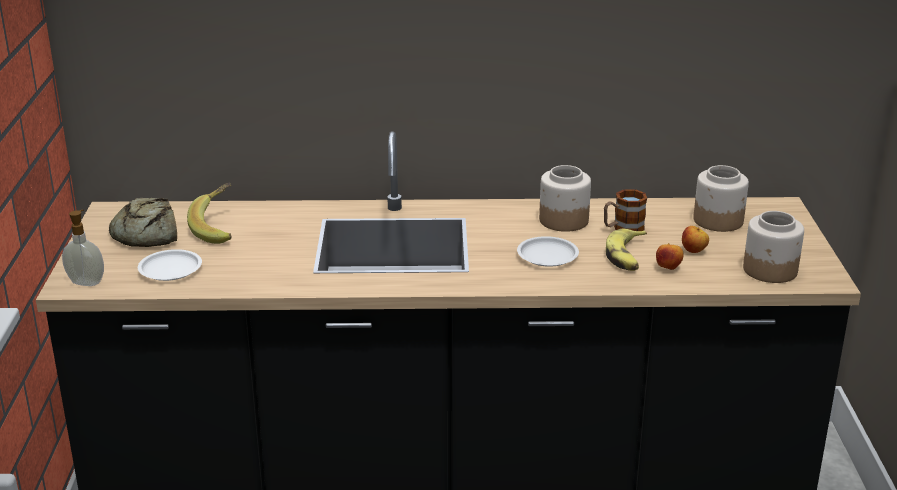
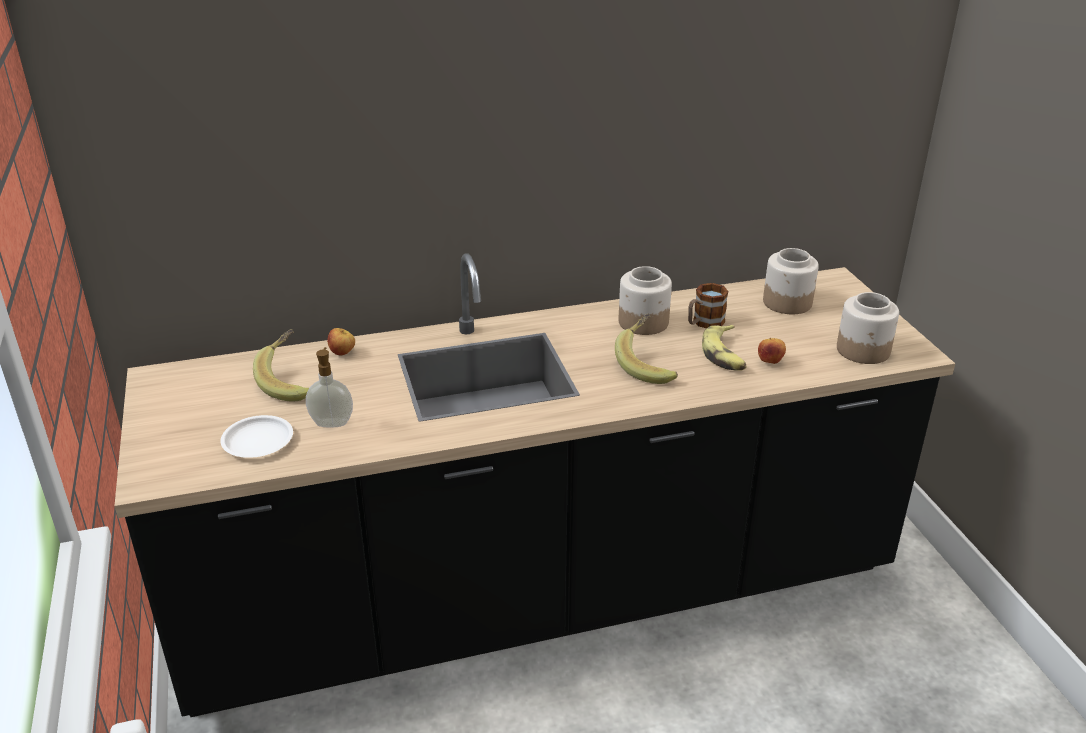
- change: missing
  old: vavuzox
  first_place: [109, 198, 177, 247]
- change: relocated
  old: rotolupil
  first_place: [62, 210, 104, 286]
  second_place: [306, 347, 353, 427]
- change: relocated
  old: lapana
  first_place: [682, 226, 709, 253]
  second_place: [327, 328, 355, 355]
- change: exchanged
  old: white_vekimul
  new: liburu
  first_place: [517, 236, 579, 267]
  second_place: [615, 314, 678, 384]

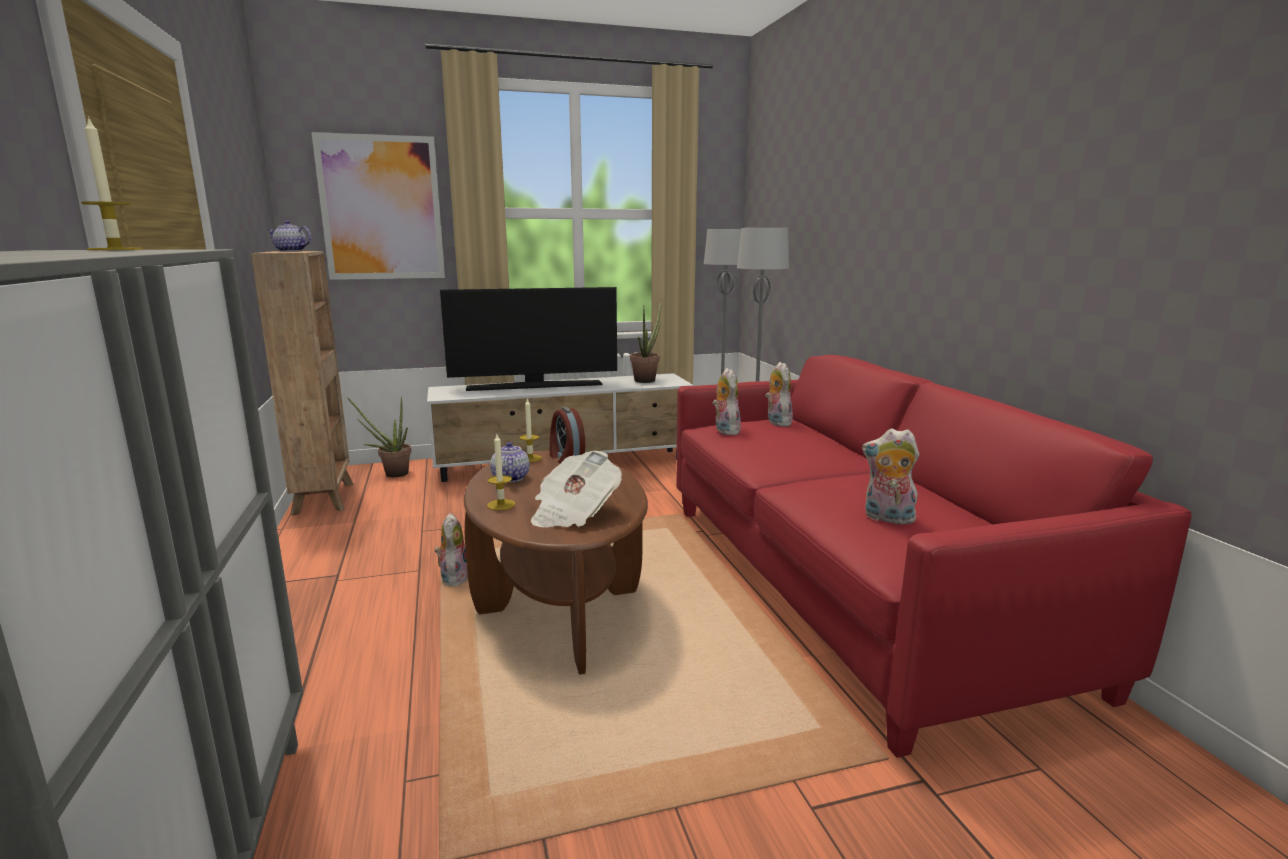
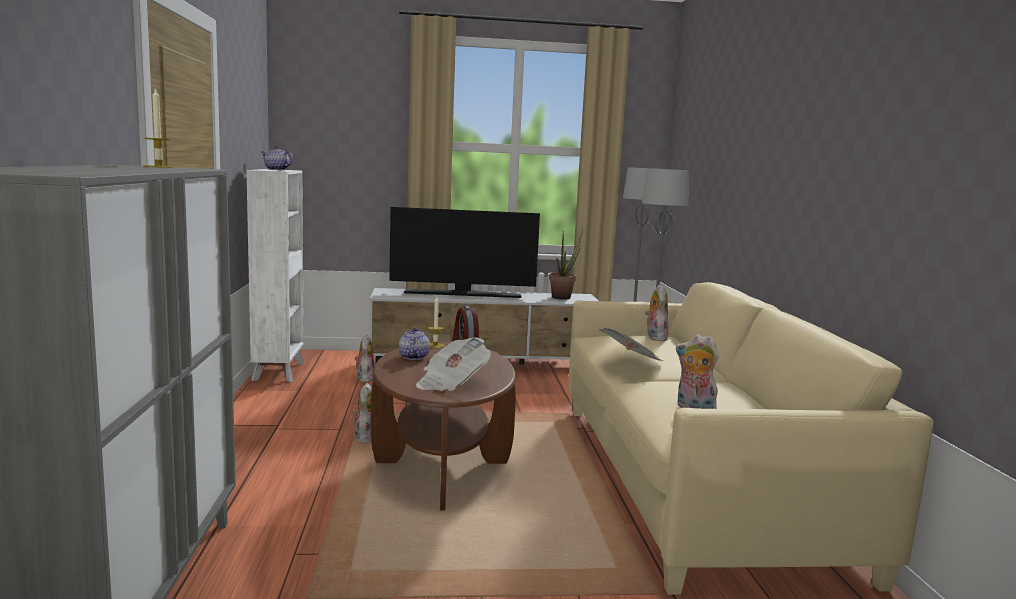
- change: missing
  old: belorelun
  first_place: [311, 132, 445, 280]
- change: missing
  old: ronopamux
  first_place: [347, 396, 411, 477]
- change: missing
  old: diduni
  first_place: [487, 434, 515, 510]
- change: appeared
  new: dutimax
  second_place: [599, 328, 663, 361]
- change: relocated
  old: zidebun
  first_place: [713, 368, 741, 435]
  second_place: [355, 335, 374, 382]
- change: colour
  old: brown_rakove
  new: white_rakove
  first_place: [251, 251, 354, 516]
  second_place: [246, 169, 304, 382]
- change: colour
  old: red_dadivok
  new: beige_dadivok
  first_place: [676, 355, 1192, 758]
  second_place: [568, 282, 934, 595]

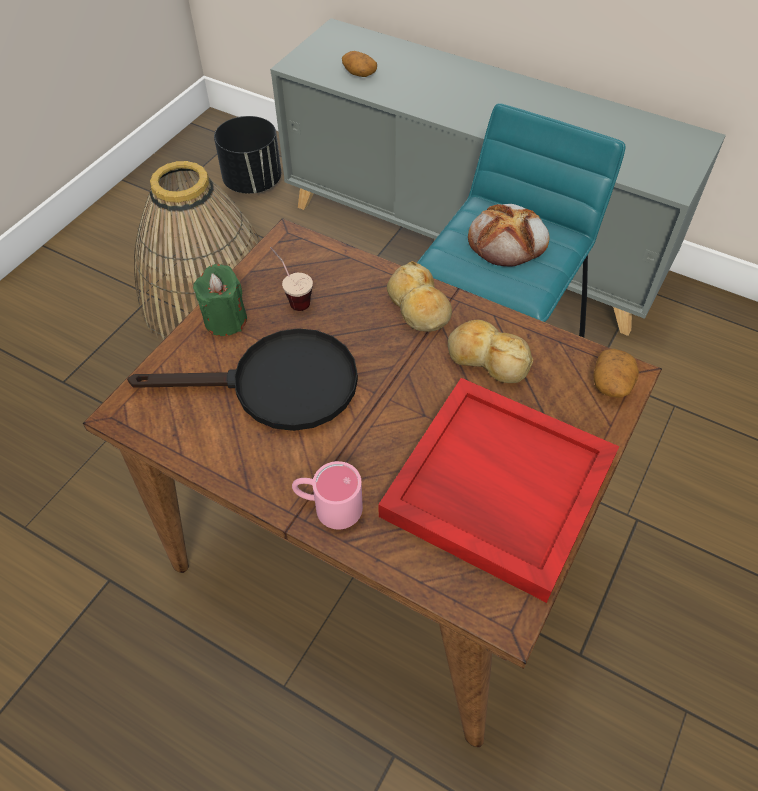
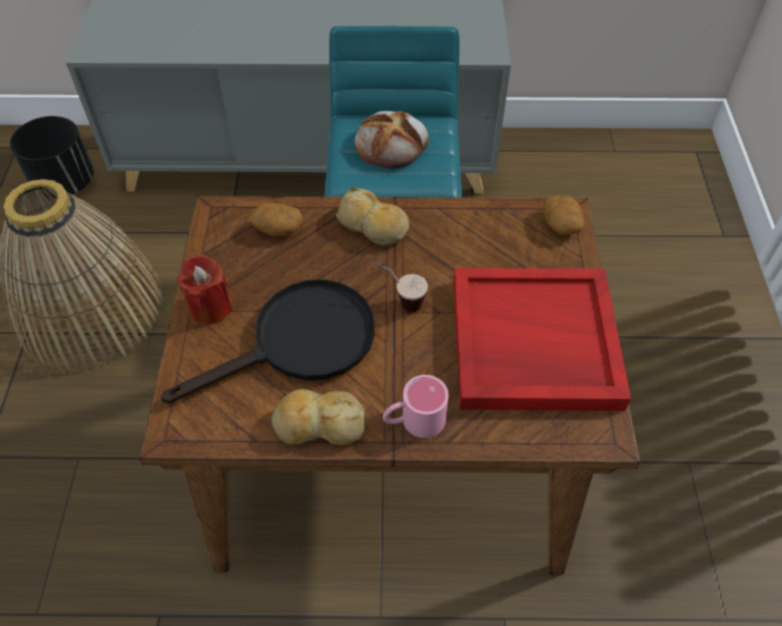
- change: relocated
  old: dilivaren
  first_place: [270, 247, 313, 311]
  second_place: [373, 262, 428, 312]
- change: relocated
  old: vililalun
  first_place: [342, 51, 377, 77]
  second_place: [250, 203, 303, 237]
- change: relocated
  old: vavuzox
  first_place: [448, 320, 533, 383]
  second_place: [272, 389, 365, 445]
- change: colour
  old: green_diduni
  new: red_diduni
  first_place: [193, 264, 247, 336]
  second_place: [176, 254, 233, 325]

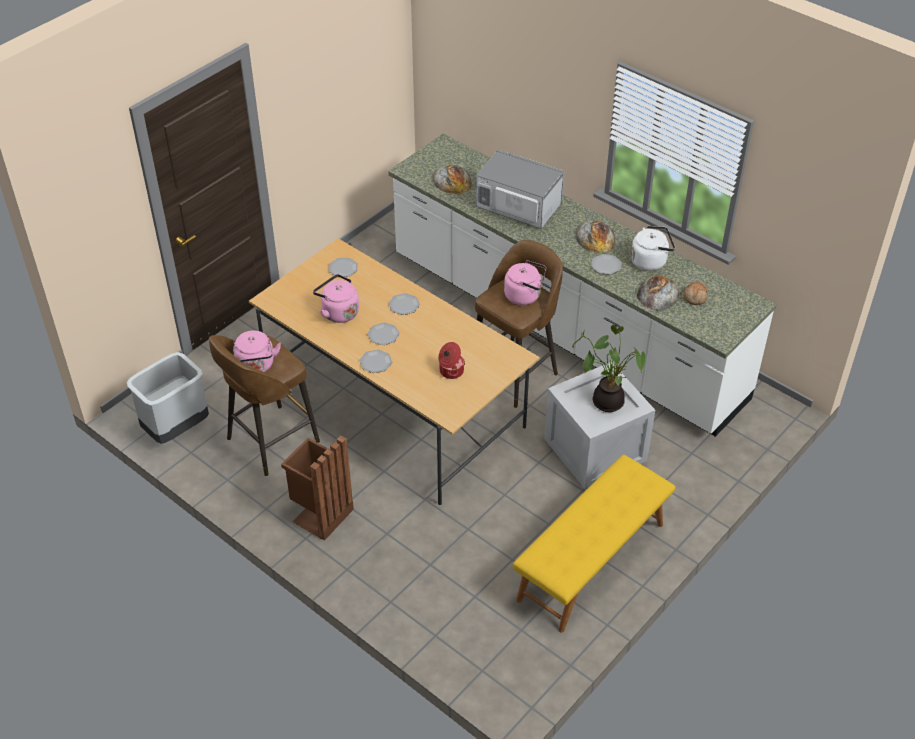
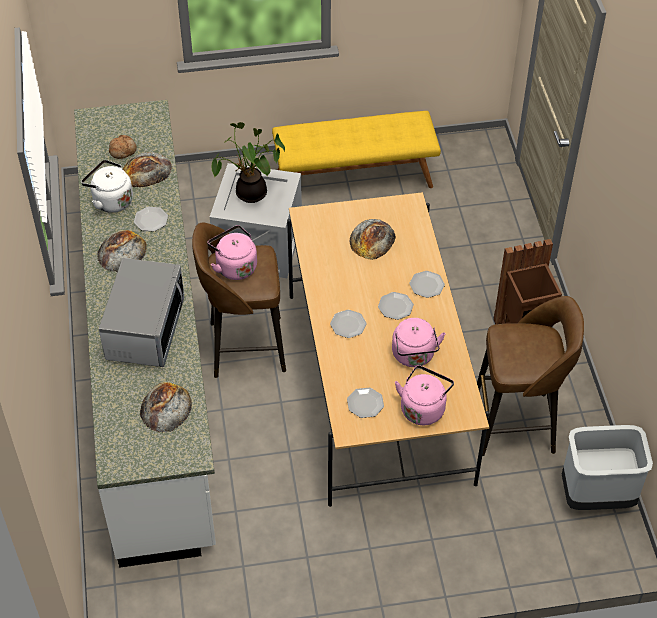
- change: relocated
  old: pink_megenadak
  first_place: [233, 330, 281, 372]
  second_place: [395, 365, 454, 425]
- change: exchanged
  old: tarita
  new: vavuzox
  first_place: [438, 342, 465, 379]
  second_place: [349, 219, 396, 260]
- change: spun
  old: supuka
  first_place: [476, 150, 564, 229]
  second_place: [99, 258, 184, 367]
  degrees: -150

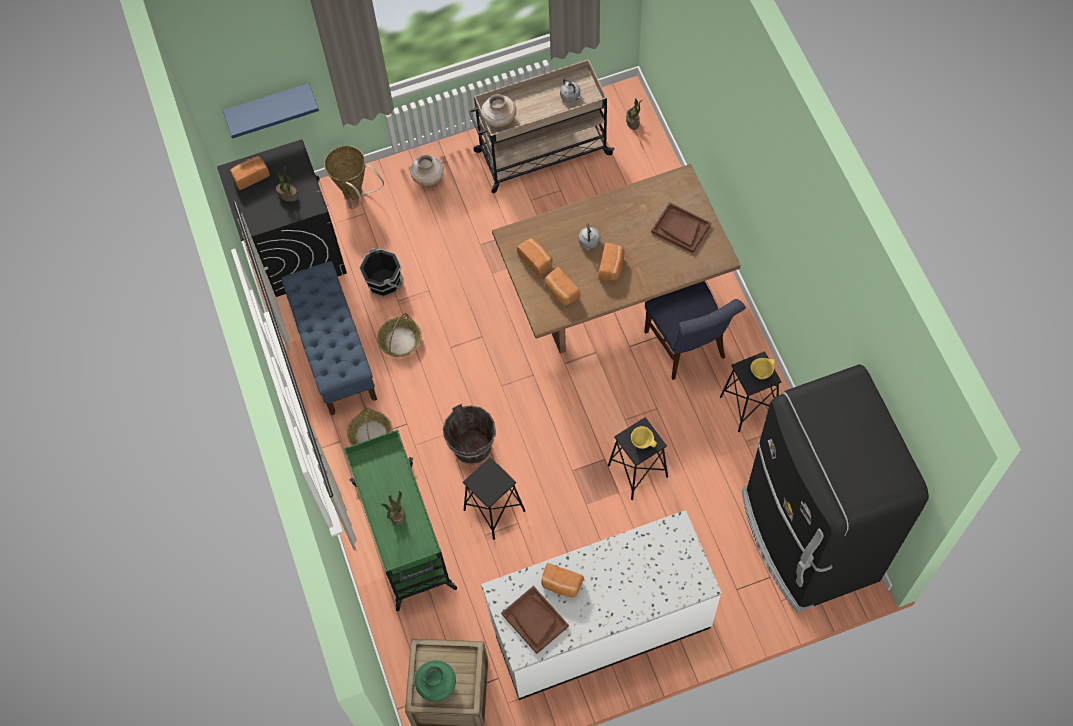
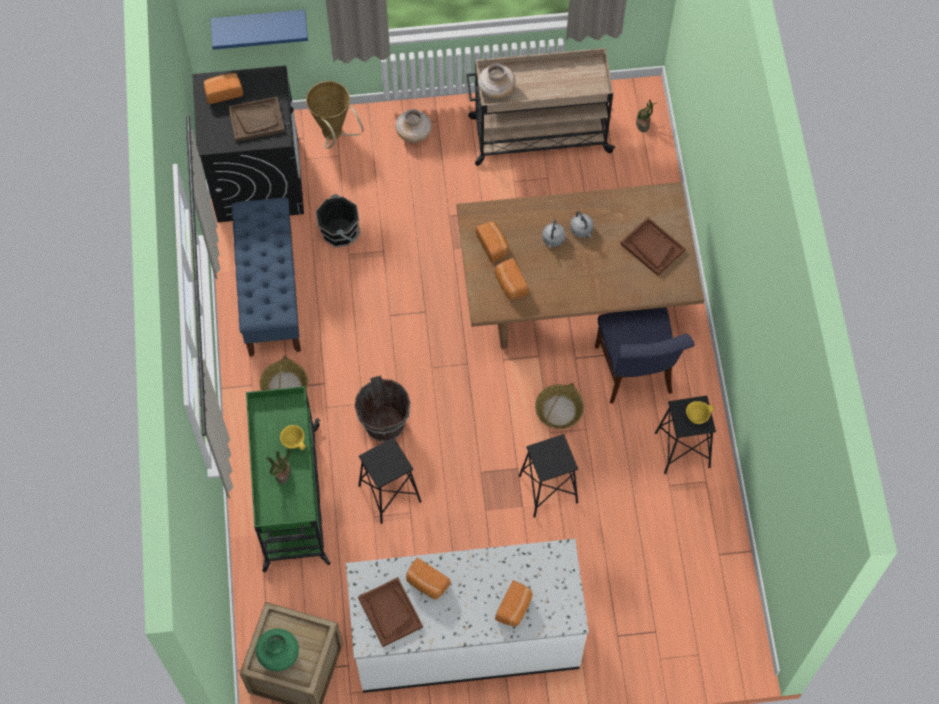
- change: missing
  old: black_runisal
  first_place: [742, 364, 929, 613]
- change: relocated
  old: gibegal
  first_place: [377, 313, 422, 357]
  second_place: [535, 383, 584, 429]
- change: relocated
  old: grey_megenadak
  first_place: [560, 78, 581, 102]
  second_place: [570, 211, 593, 238]
- change: relocated
  old: vavuzox
  first_place: [599, 243, 625, 281]
  second_place: [495, 580, 532, 627]
- change: relocated
  old: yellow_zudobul
  first_place: [631, 426, 657, 449]
  second_place: [280, 425, 306, 450]
- change: exchanged
  old: ronopamux
  new: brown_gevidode
  first_place: [276, 166, 298, 202]
  second_place: [228, 97, 285, 141]

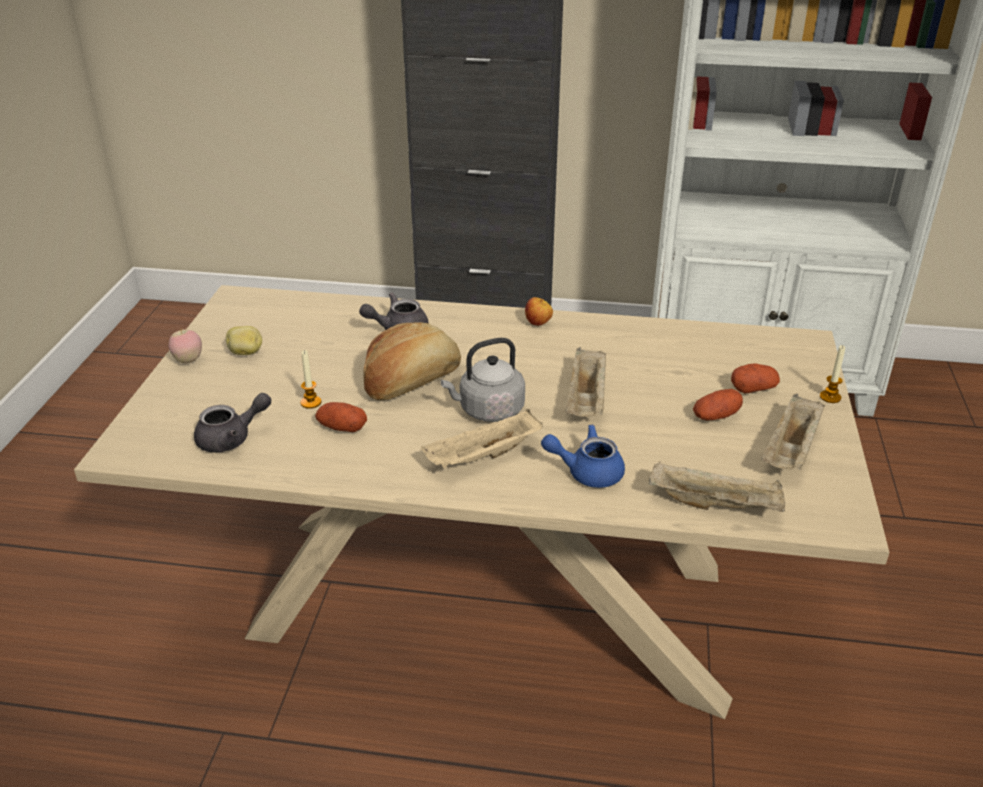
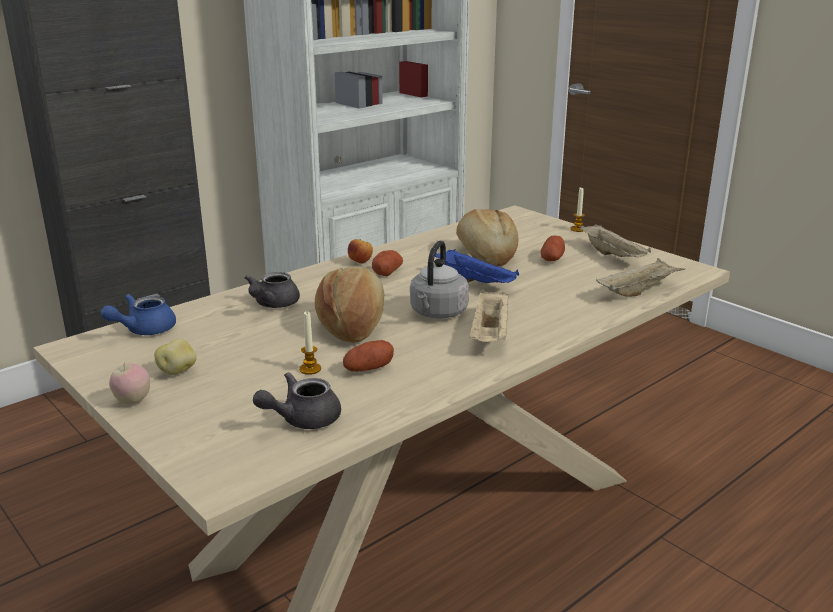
- change: appeared
  new: vavuzox
  second_place: [456, 209, 518, 267]
- change: relocated
  old: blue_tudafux
  first_place: [541, 425, 625, 488]
  second_place: [101, 294, 176, 335]
- change: relocated
  old: vililalun
  first_place: [731, 363, 780, 393]
  second_place: [372, 250, 403, 276]
- change: colour
  old: beige_gevidode
  new: blue_gevidode
  first_place: [566, 347, 606, 417]
  second_place: [435, 249, 519, 283]
- change: spun
  old: grey_tudafux
  first_place: [194, 393, 271, 453]
  second_place: [253, 372, 341, 429]
  degrees: -135

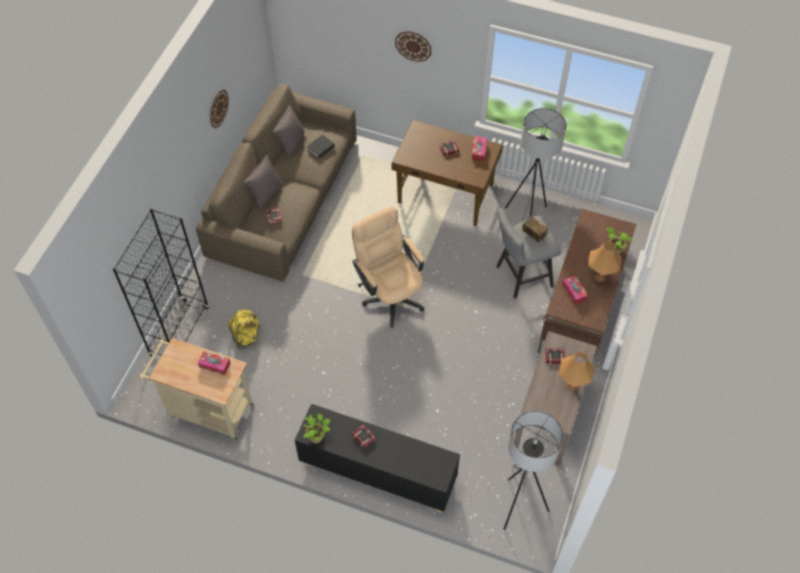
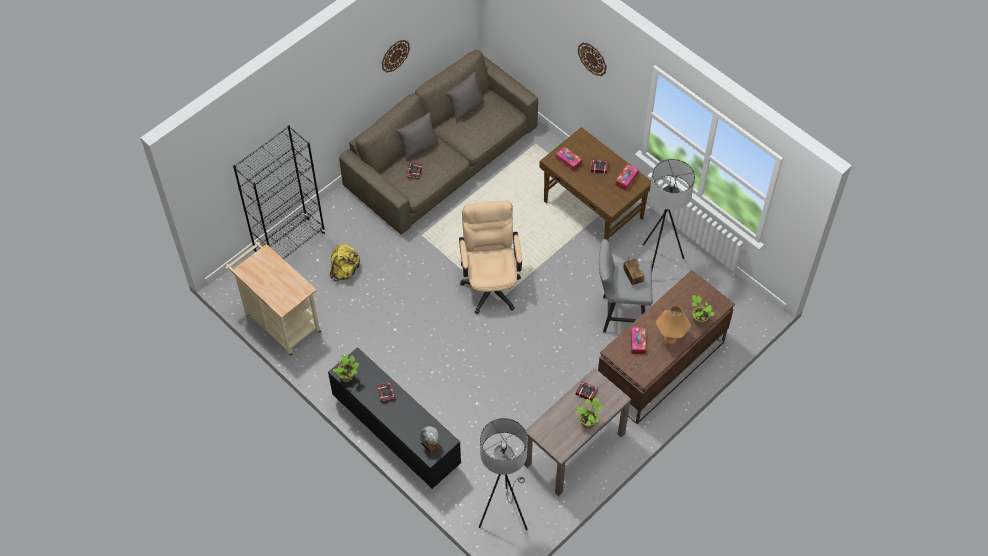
- change: missing
  old: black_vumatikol
  first_place: [307, 135, 335, 159]
- change: appeared
  new: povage
  second_place: [420, 426, 440, 454]
- change: relocated
  old: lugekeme
  first_place: [198, 351, 230, 375]
  second_place: [555, 147, 582, 172]
- change: exchanged
  old: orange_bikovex
  new: ronopamux
  first_place: [559, 352, 595, 391]
  second_place: [576, 397, 602, 429]

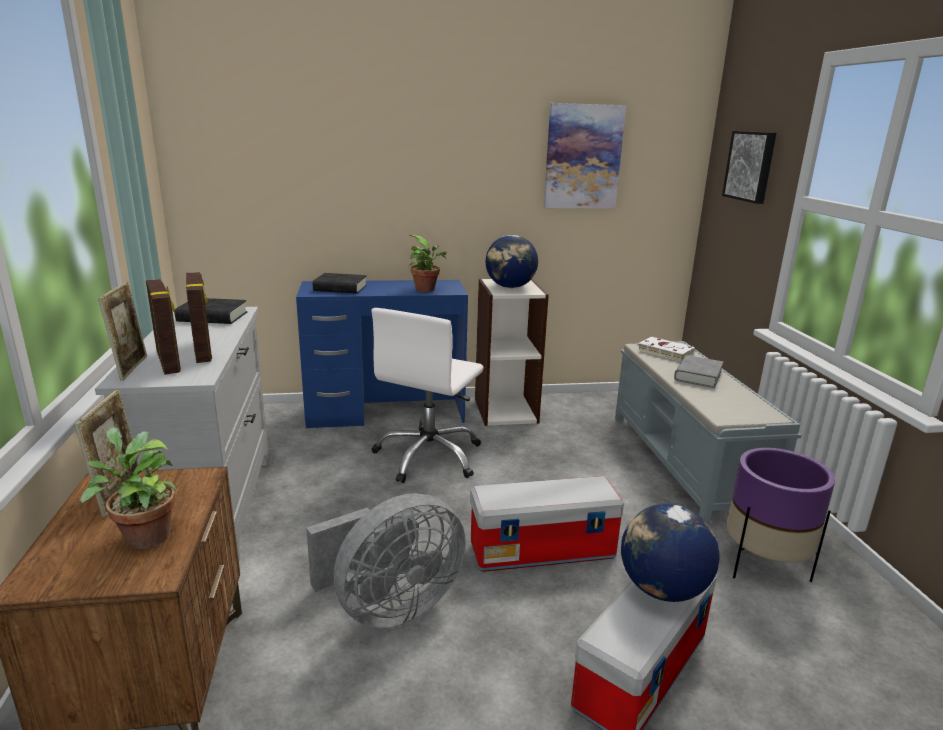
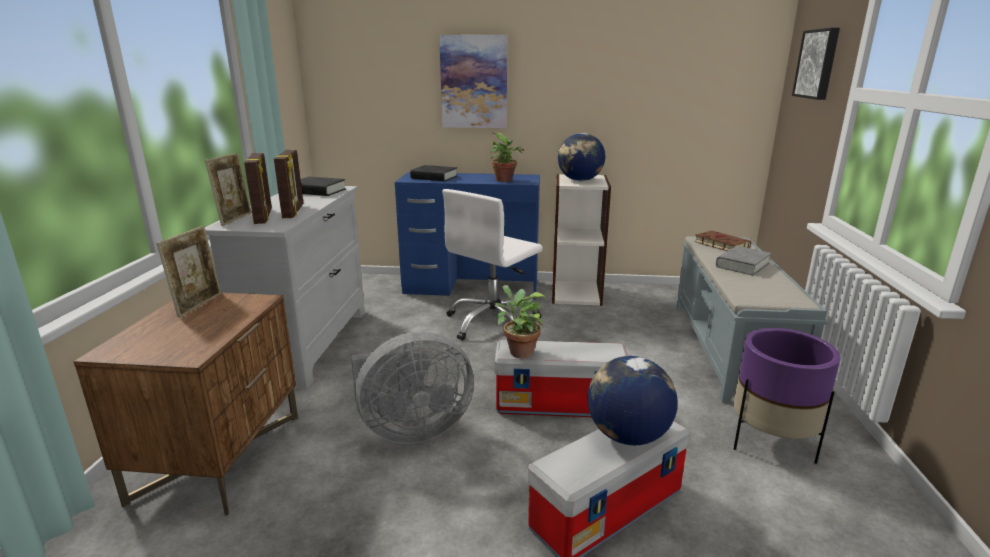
- change: relocated
  old: ronopamux
  first_place: [81, 427, 179, 549]
  second_place: [495, 285, 546, 358]
- change: relocated
  old: belorelun
  first_place: [544, 103, 626, 209]
  second_place: [439, 35, 507, 128]
- change: colour
  old: white_vumatikol
  new: brown_vumatikol
  first_place: [638, 337, 695, 362]
  second_place: [694, 231, 751, 251]

